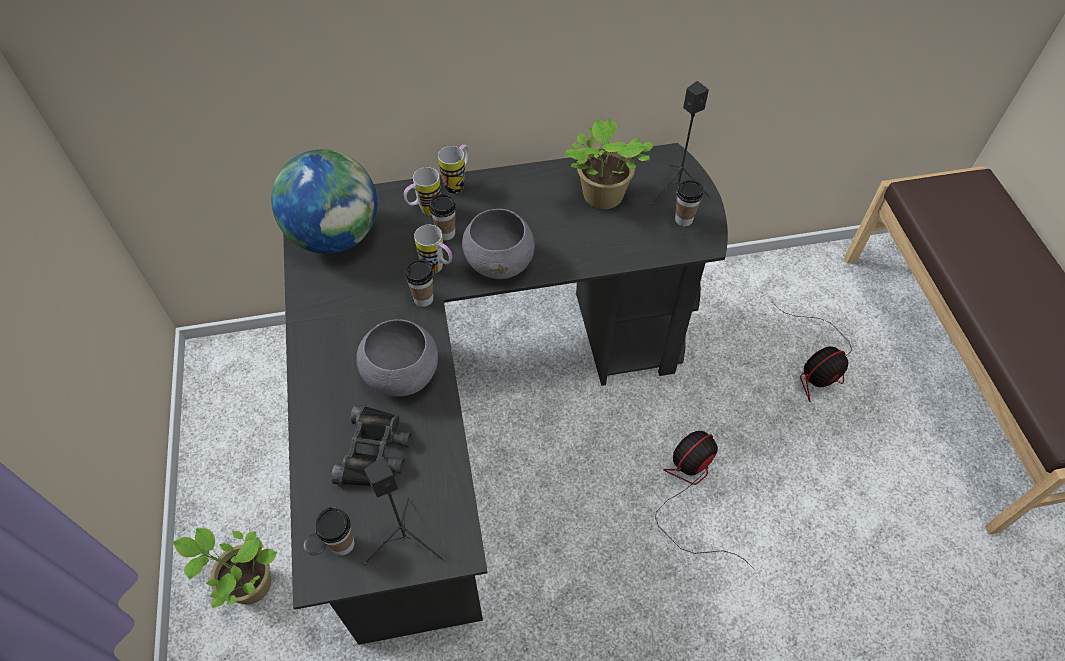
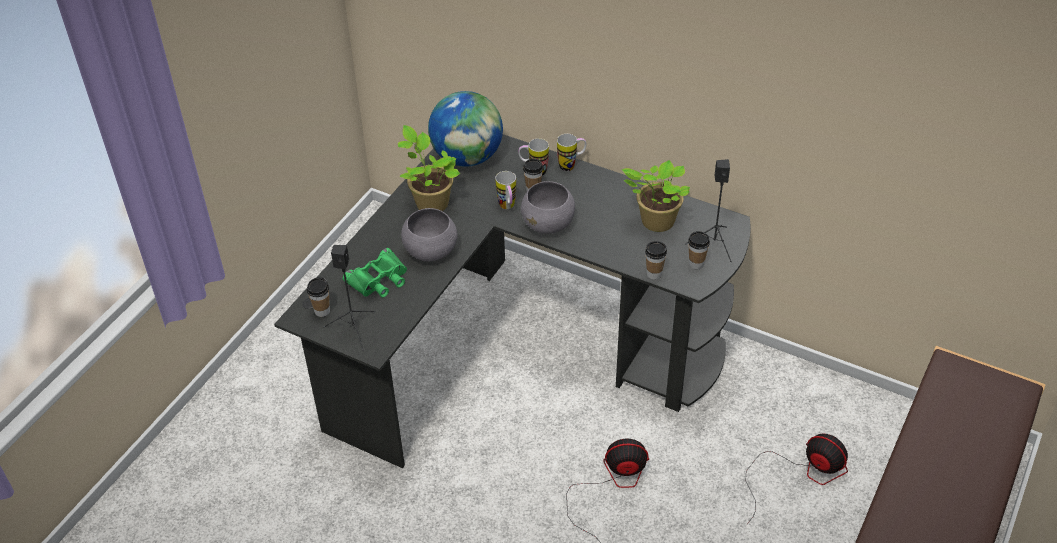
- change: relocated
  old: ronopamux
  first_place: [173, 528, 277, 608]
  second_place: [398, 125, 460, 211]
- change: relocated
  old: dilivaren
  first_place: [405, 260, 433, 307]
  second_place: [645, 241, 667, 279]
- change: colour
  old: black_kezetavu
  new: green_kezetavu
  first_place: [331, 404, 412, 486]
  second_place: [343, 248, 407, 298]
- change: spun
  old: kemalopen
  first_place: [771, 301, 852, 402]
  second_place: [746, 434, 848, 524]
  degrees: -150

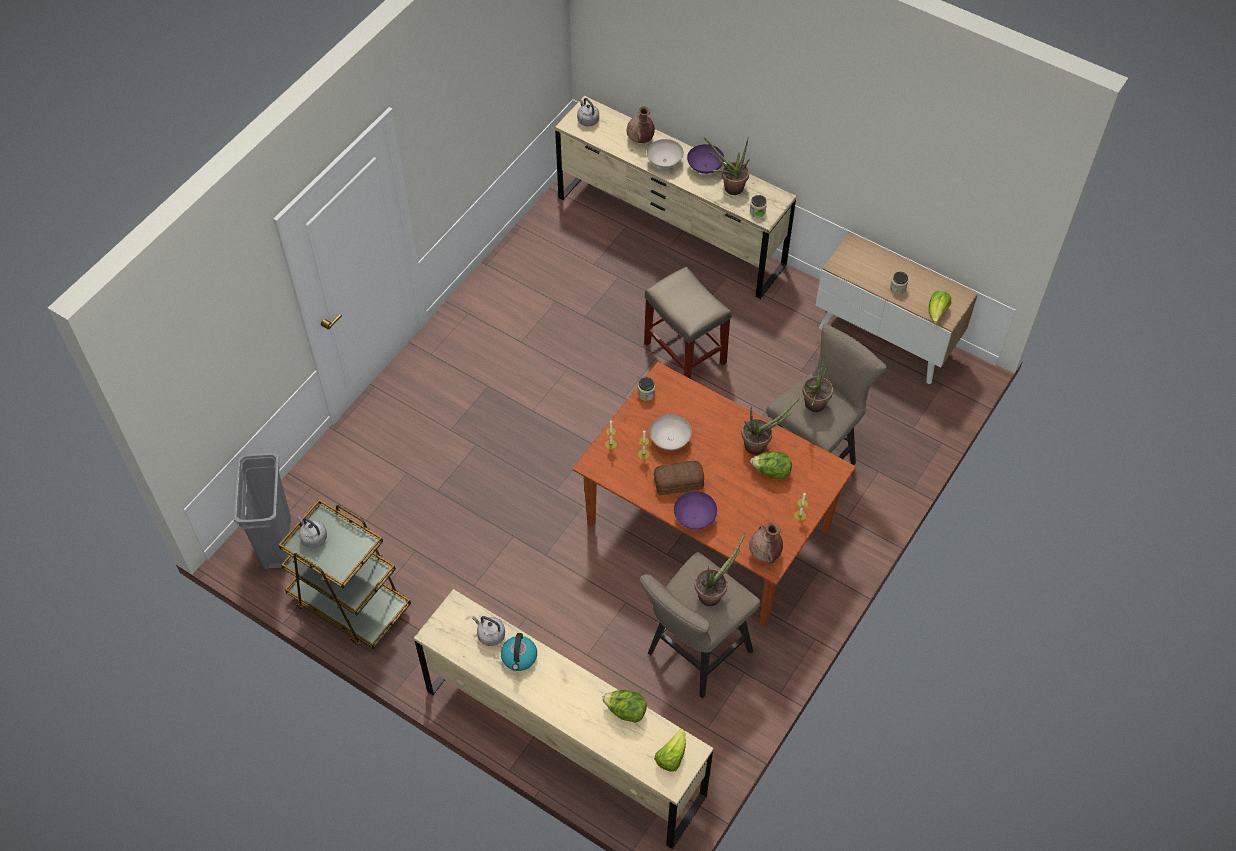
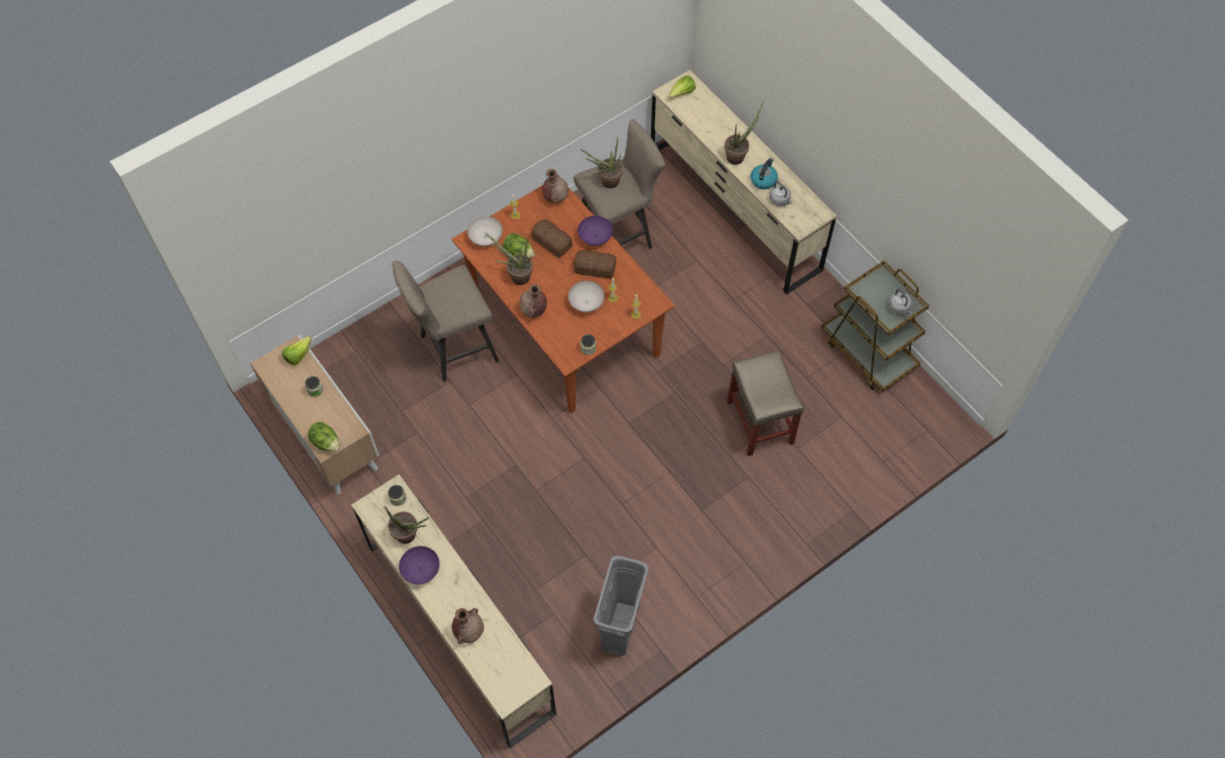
- change: missing
  old: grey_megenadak
  first_place: [577, 98, 599, 126]
- change: appeared
  new: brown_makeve
  second_place: [519, 284, 547, 318]
- change: appeared
  new: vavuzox
  second_place: [531, 219, 573, 258]
- change: relocated
  old: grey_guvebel
  first_place: [233, 453, 291, 569]
  second_place: [593, 556, 649, 656]
- change: relocated
  old: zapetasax
  first_place: [602, 690, 647, 723]
  second_place: [308, 422, 339, 451]
- change: relocated
  old: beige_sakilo
  first_place: [644, 266, 732, 379]
  second_place: [727, 350, 804, 456]
- change: relocated
  old: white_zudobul
  first_place: [647, 139, 684, 168]
  second_place: [467, 216, 503, 246]
- change: relocated
  old: ronopamux
  first_place: [802, 349, 833, 412]
  second_place: [724, 100, 764, 165]

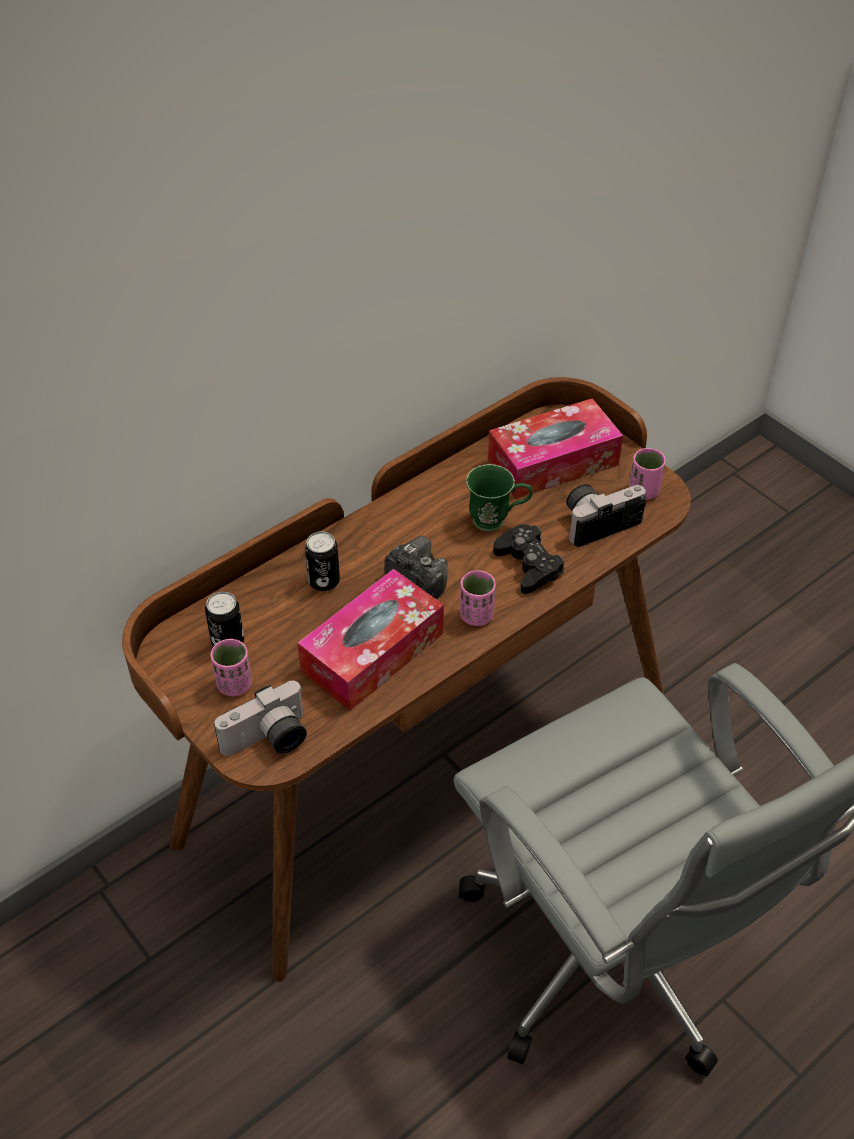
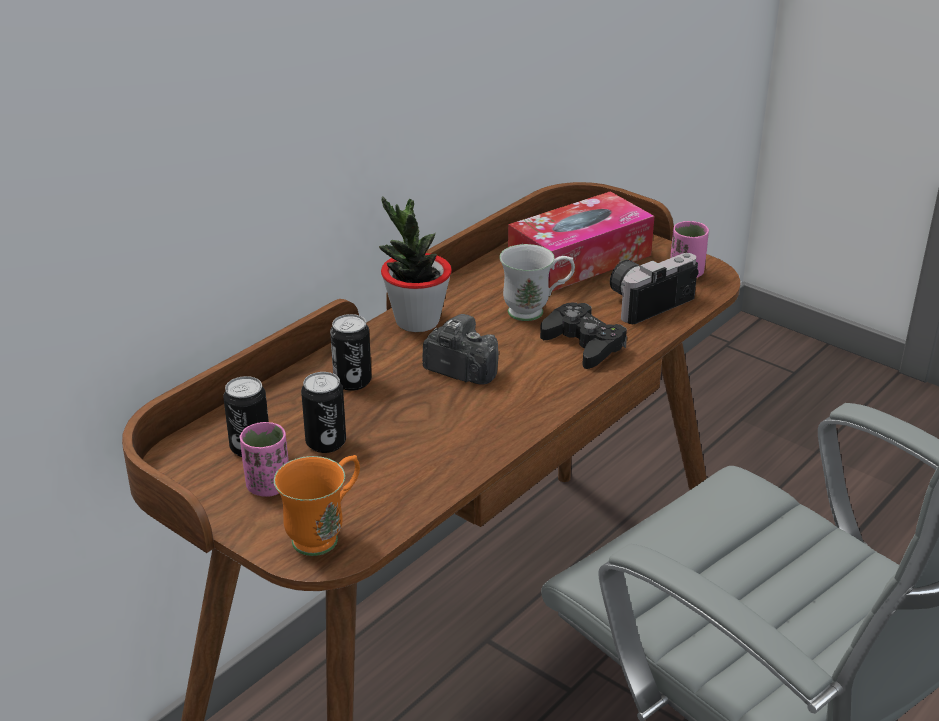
- change: missing
  old: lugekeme
  first_place: [298, 569, 444, 711]
- change: missing
  old: pink_dilivaren
  first_place: [460, 570, 496, 626]
- change: appeared
  new: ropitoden
  second_place: [301, 372, 346, 453]
- change: appeared
  new: ronopamux
  second_place: [379, 197, 452, 332]
- change: exchanged
  old: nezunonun
  new: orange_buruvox
  first_place: [214, 681, 307, 756]
  second_place: [274, 455, 360, 556]
- change: colour
  old: green_buruvox
  new: white_buruvox
  first_place: [466, 464, 533, 531]
  second_place: [499, 244, 575, 321]

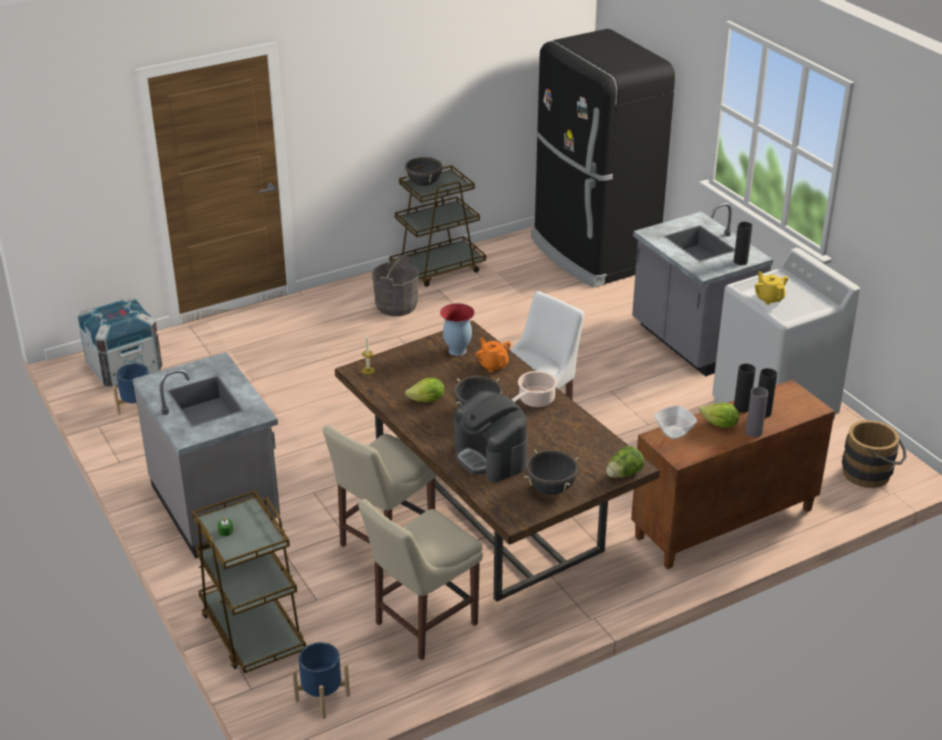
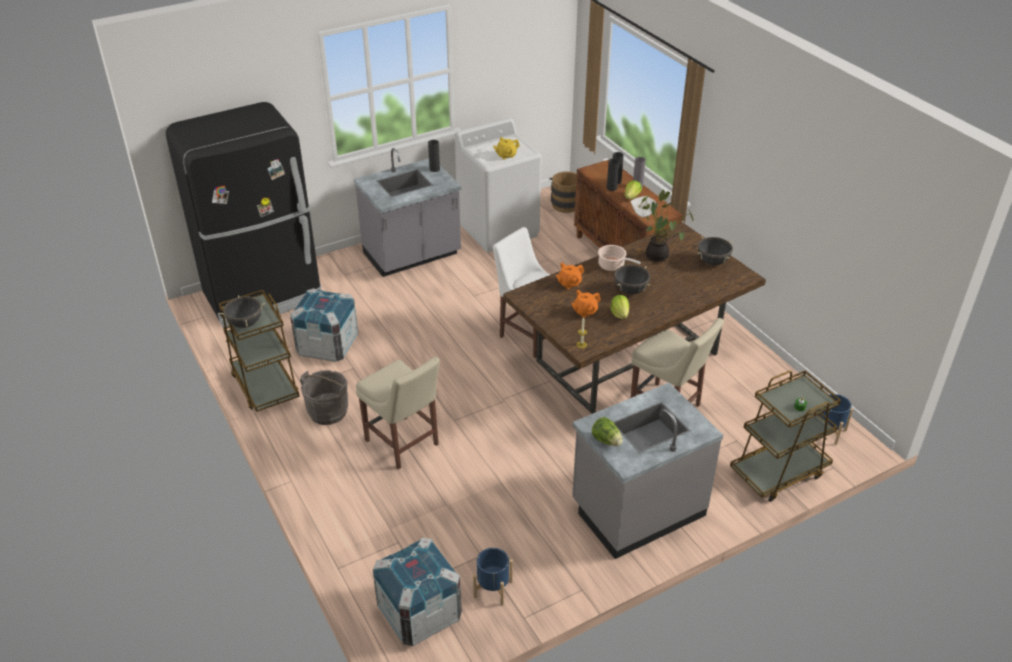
- change: missing
  old: makeve
  first_place: [440, 303, 475, 356]
- change: missing
  old: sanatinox
  first_place: [454, 391, 528, 482]
- change: appeared
  new: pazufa
  second_place: [290, 288, 358, 362]
- change: appeared
  new: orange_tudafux
  second_place: [571, 290, 601, 318]
- change: appeared
  new: ronopamux
  second_place: [639, 190, 693, 262]
- change: relocated
  old: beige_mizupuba
  first_place: [358, 499, 483, 660]
  second_place: [356, 357, 440, 470]
- change: relocated
  old: zapetasax
  first_place: [606, 446, 644, 478]
  second_place: [592, 417, 623, 446]

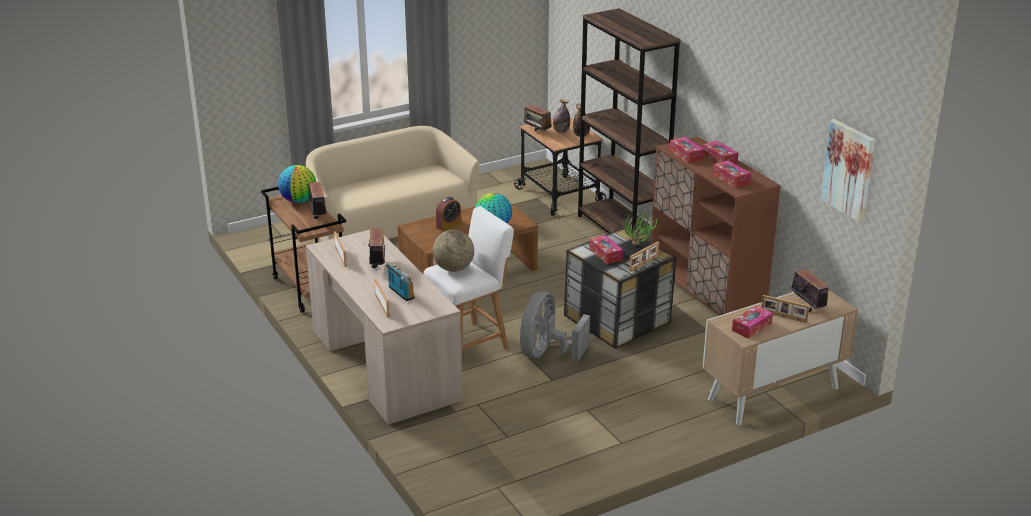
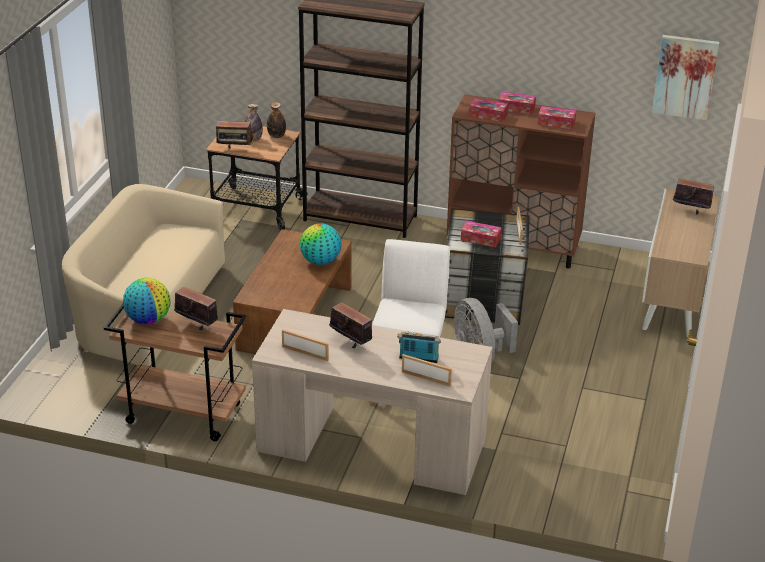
- change: missing
  old: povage
  first_place: [433, 230, 474, 272]
- change: missing
  old: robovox
  first_place: [436, 197, 461, 231]
- change: missing
  old: ronopamux
  first_place: [624, 210, 658, 245]
- change: missing
  old: lugekeme
  first_place: [732, 305, 773, 339]
- change: missing
  old: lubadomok
  first_place: [762, 295, 809, 323]

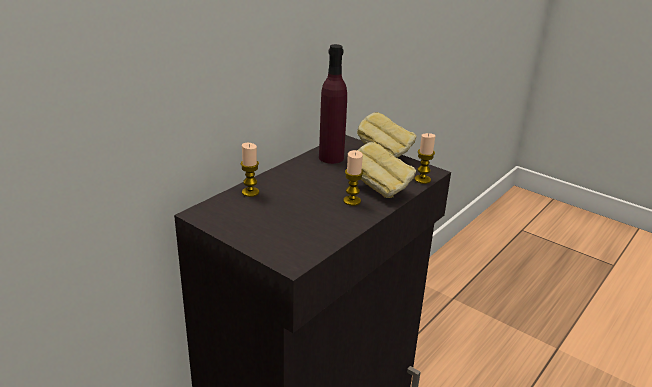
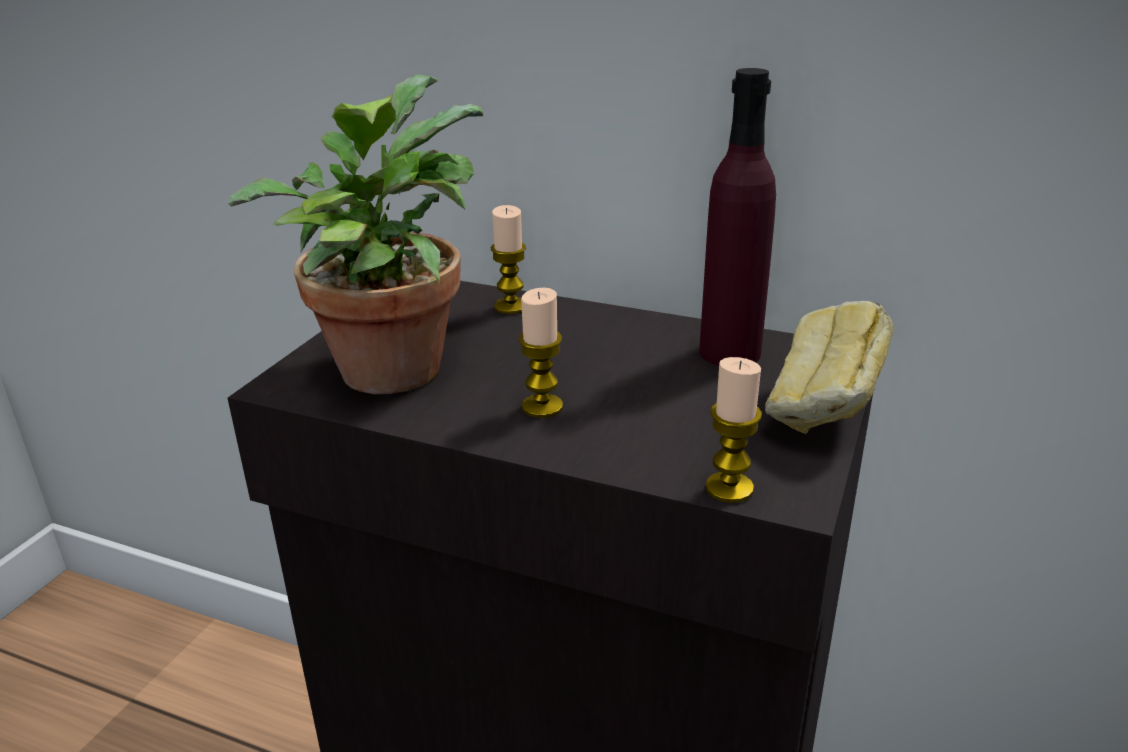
- change: missing
  old: vavuzox
  first_place: [357, 142, 416, 198]
- change: appeared
  new: ronopamux
  second_place: [228, 74, 483, 394]

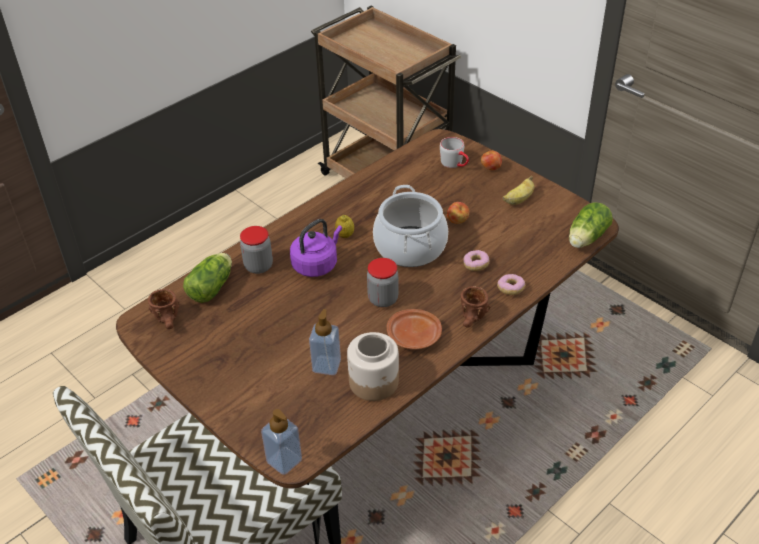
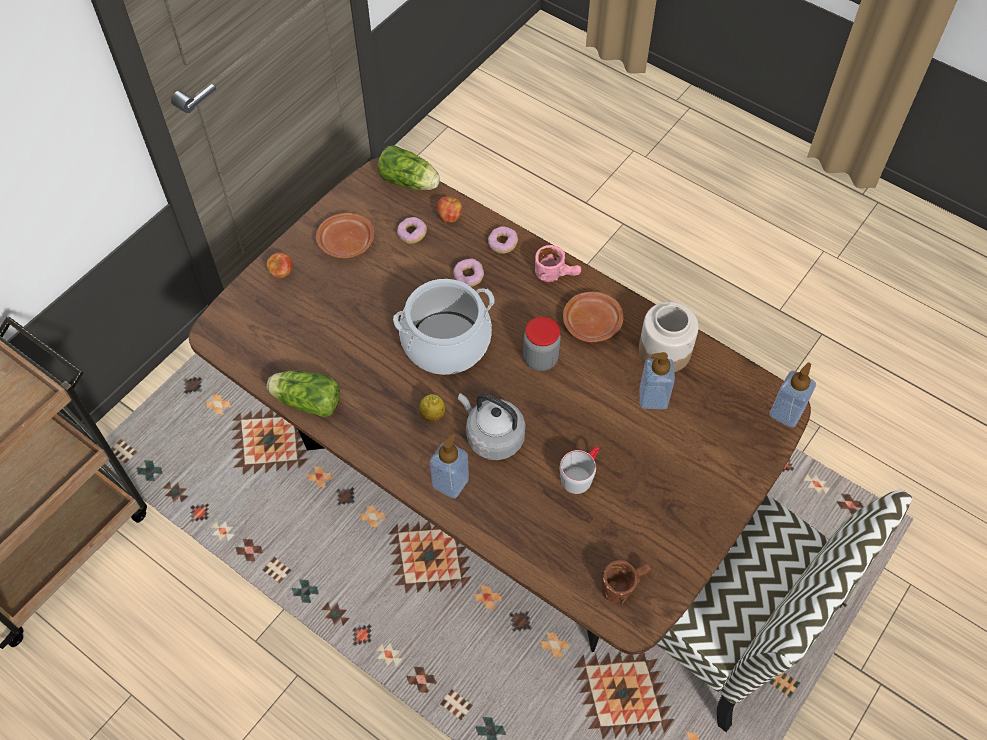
- change: missing
  old: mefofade
  first_place: [240, 226, 273, 274]
- change: appeared
  new: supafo
  second_place: [397, 217, 427, 244]
- change: appeared
  new: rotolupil
  second_place: [430, 434, 469, 499]
- change: relocated
  old: zapetasax
  first_place: [183, 253, 232, 303]
  second_place: [267, 370, 340, 418]
- change: relocated
  old: grey_buruvox
  first_place: [440, 137, 469, 168]
  second_place: [560, 446, 599, 494]
- change: relocated
  old: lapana
  first_place: [447, 202, 470, 224]
  second_place: [437, 197, 462, 223]
- change: exchanged
  old: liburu
  new: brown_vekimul
  first_place: [503, 176, 535, 205]
  second_place: [316, 213, 374, 259]
- change: colour
  old: purple_megenadak
  new: grey_megenadak
  first_place: [290, 219, 342, 277]
  second_place: [458, 393, 525, 460]
- change: colour
  old: brown_buruvox
  new: pink_buruvox
  first_place: [460, 286, 491, 328]
  second_place: [535, 245, 581, 282]

